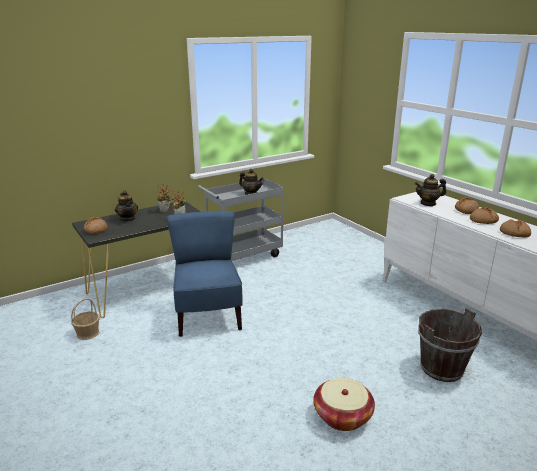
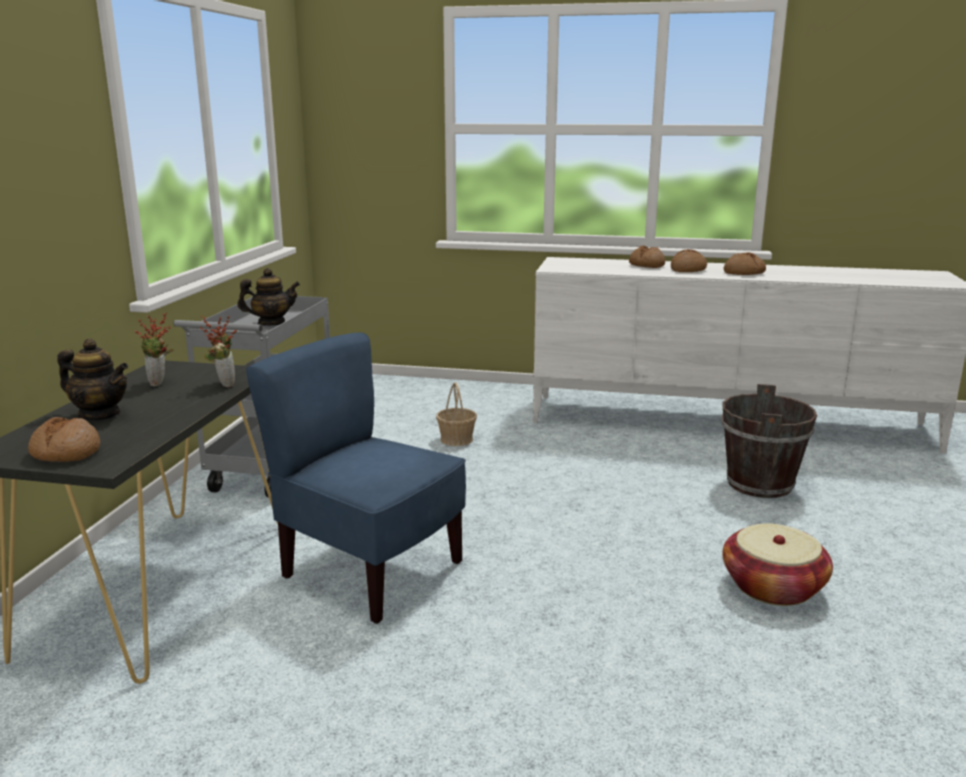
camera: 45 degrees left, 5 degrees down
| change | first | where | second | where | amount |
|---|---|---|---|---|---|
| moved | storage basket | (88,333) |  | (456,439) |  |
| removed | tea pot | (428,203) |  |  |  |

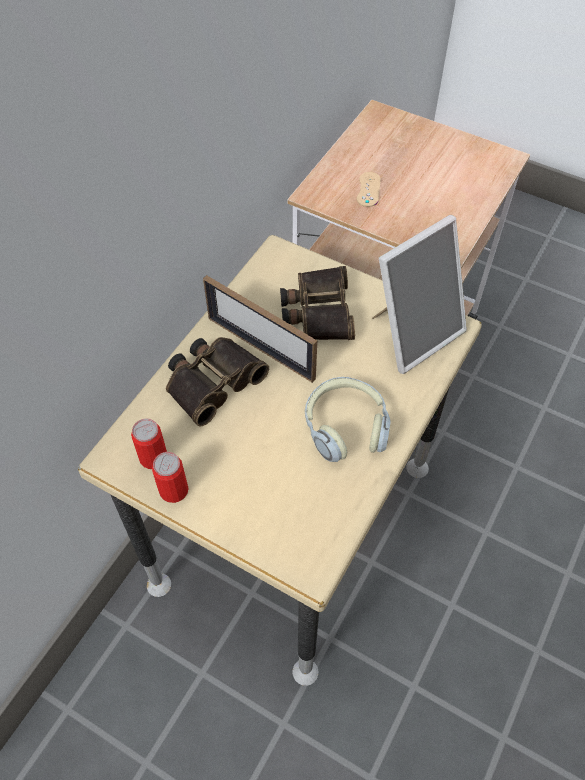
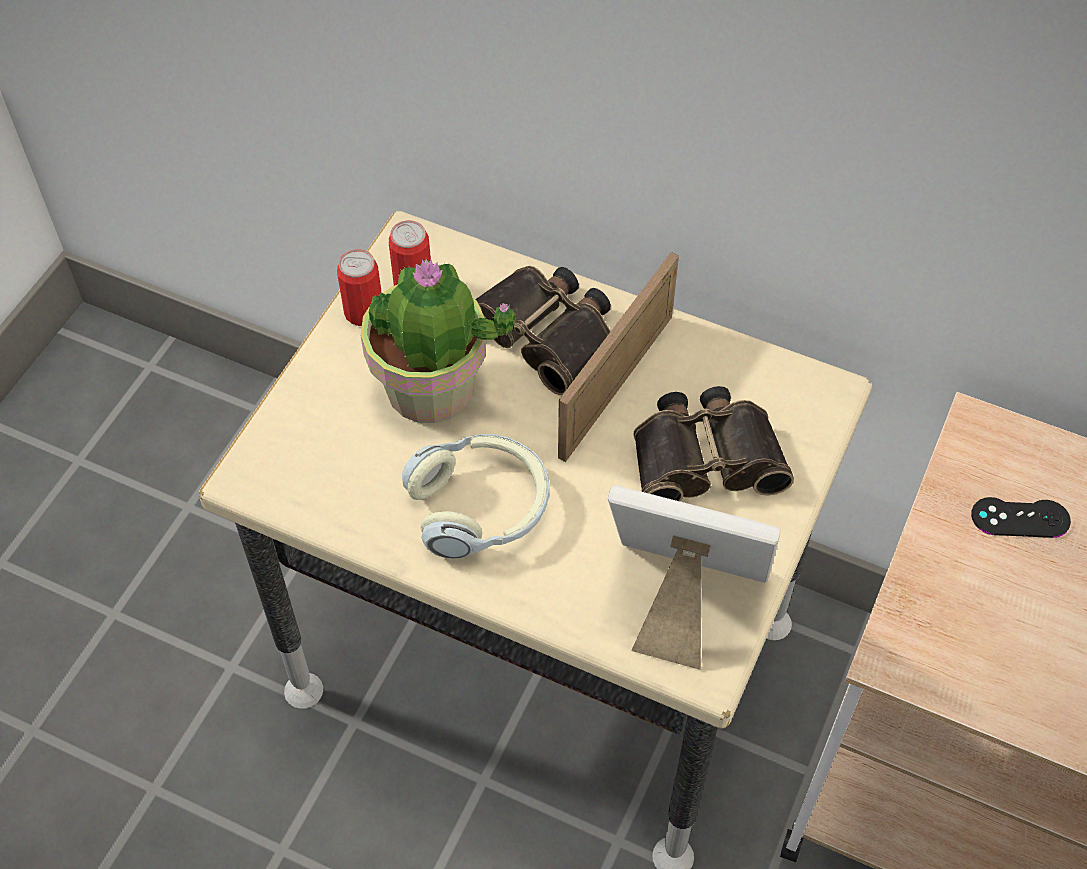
camera: 85 degrees right, 0 degrees up
| change | first | where | second | where | amount |
|---|---|---|---|---|---|
| recoloured | gamepad (sand-coloured) | (368,189) | gamepad (black-coloured) | (1020,518) |  |
| turned | photo frame | (413,332) |  | (681,600) | 150 degrees clockwise |
| added |  |  | plant in a pot | (431,389) |  |

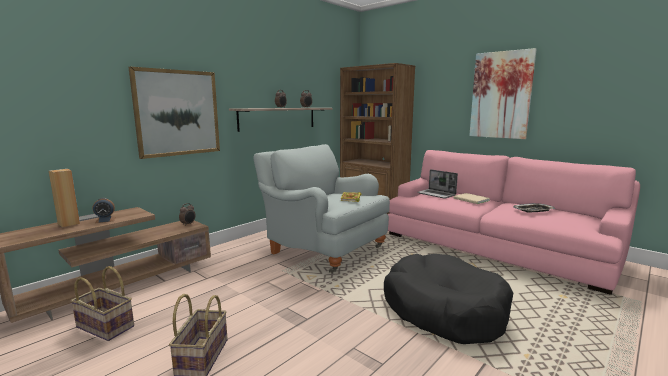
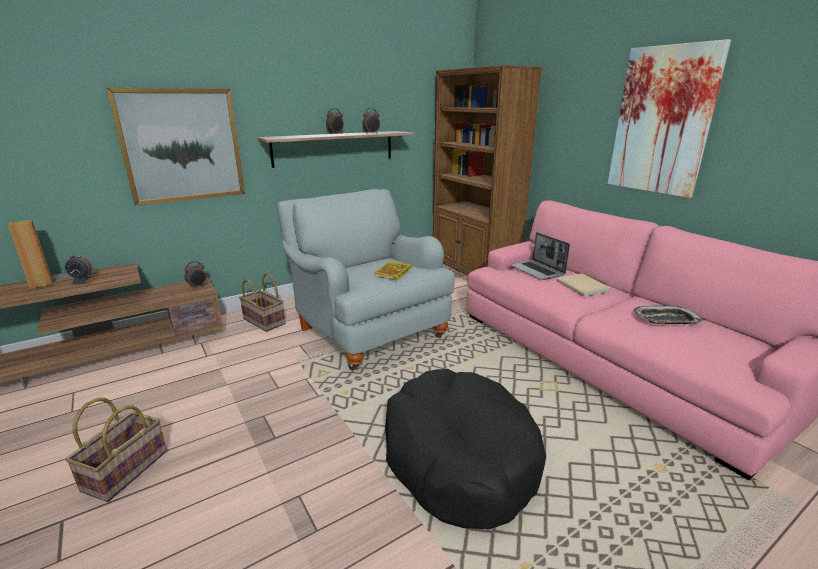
camera: 15 degrees right, 10 degrees up
| change | first | where | second | where | amount |
|---|---|---|---|---|---|
| moved | storage basket | (106,326) |  | (265,321) |  |

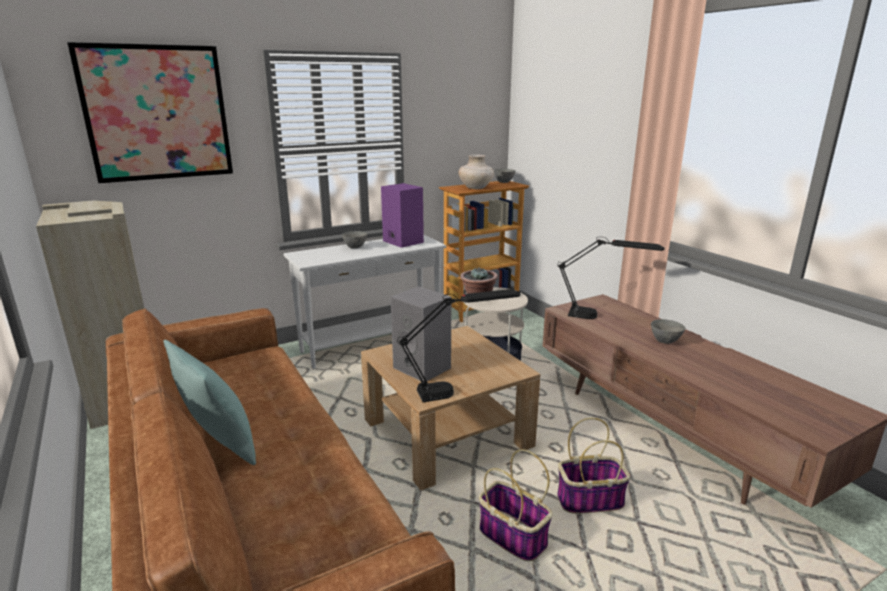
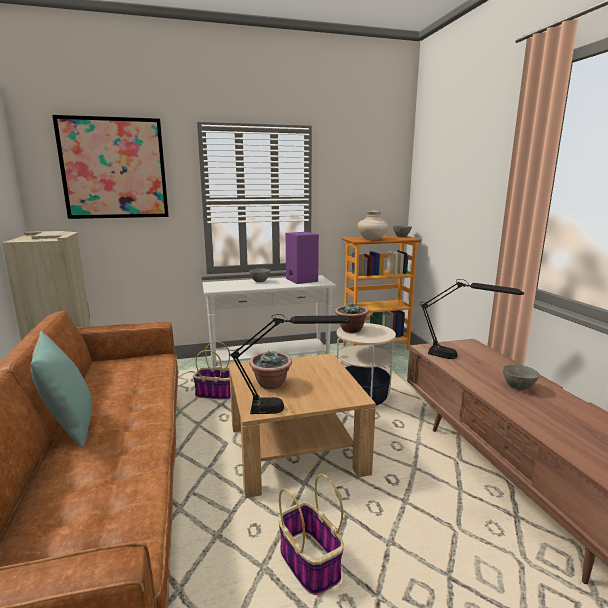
camera: 15 degrees right, 5 degrees down
| change | first | where | second | where | amount |
|---|---|---|---|---|---|
| replaced | speaker (gray) | (423,368) | plant in a pot | (271,384) |  |
| moved | storage basket | (590,500) |  | (216,394) |  |

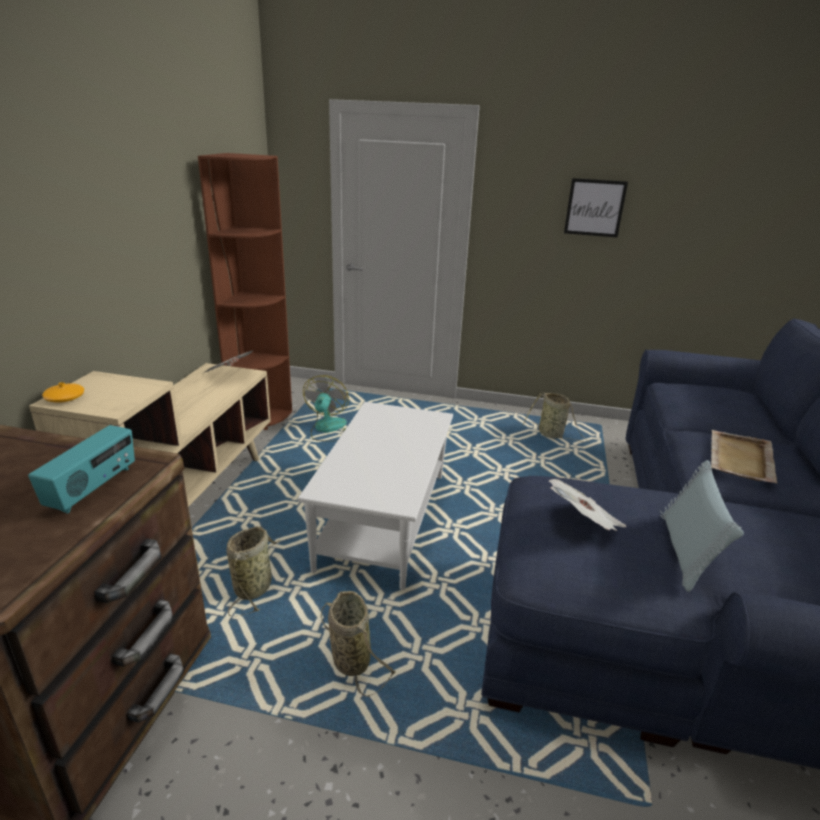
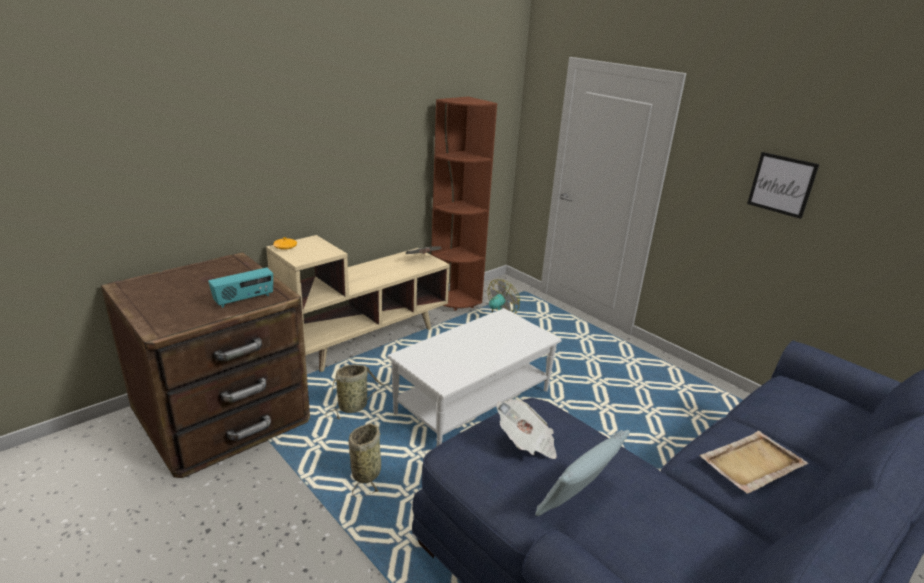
camera: 35 degrees right, 0 degrees up
| change | first | where | second | where | amount |
|---|---|---|---|---|---|
| removed | storage basket | (552,435) |  |  |  |

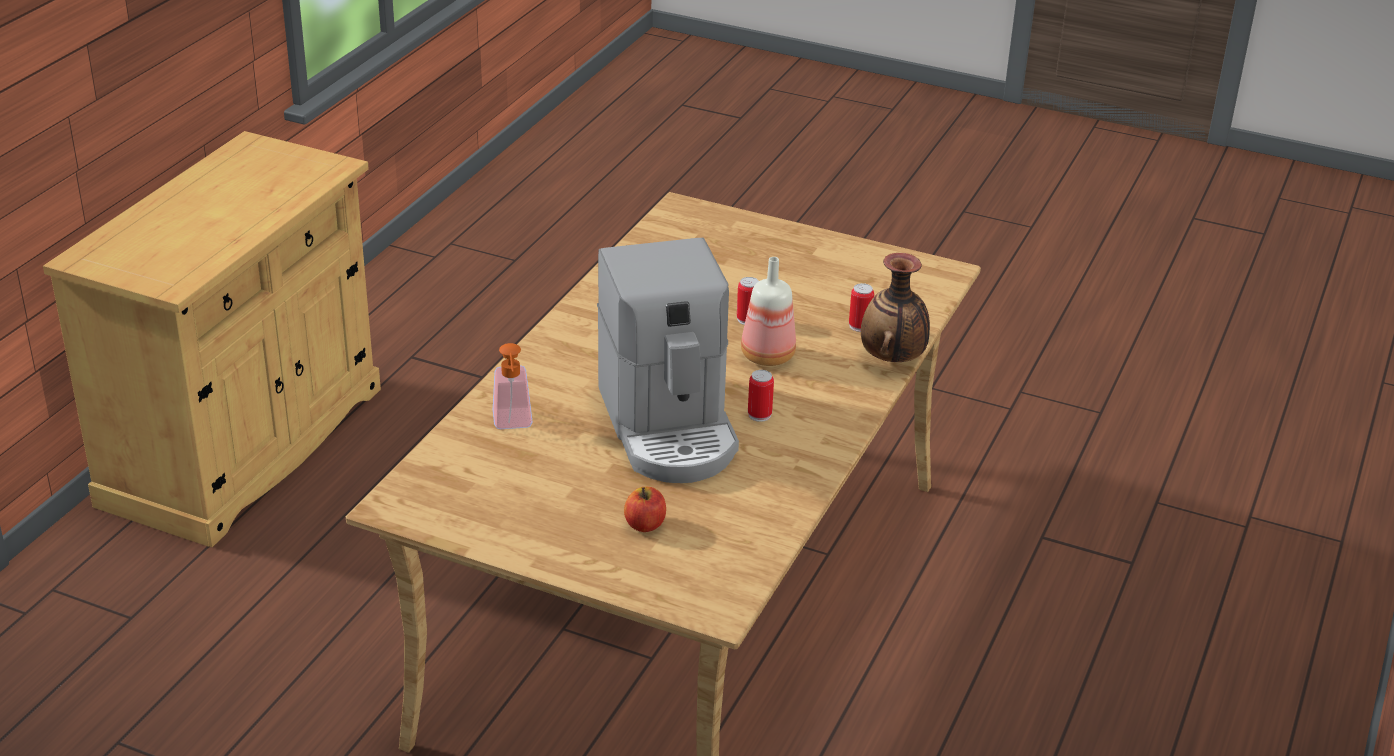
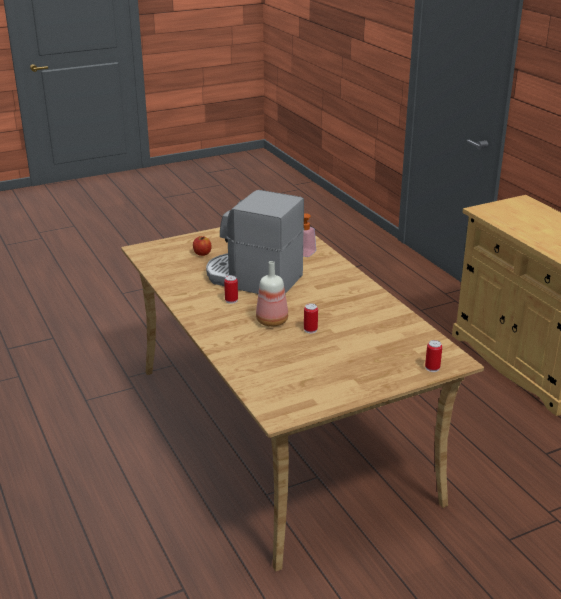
camera: 130 degrees right, 5 degrees down
| change | first | where | second | where | amount |
|---|---|---|---|---|---|
| moved | sealed can | (859,326) |  | (432,368) |  |
| removed | vase | (893,359) |  |  |  |

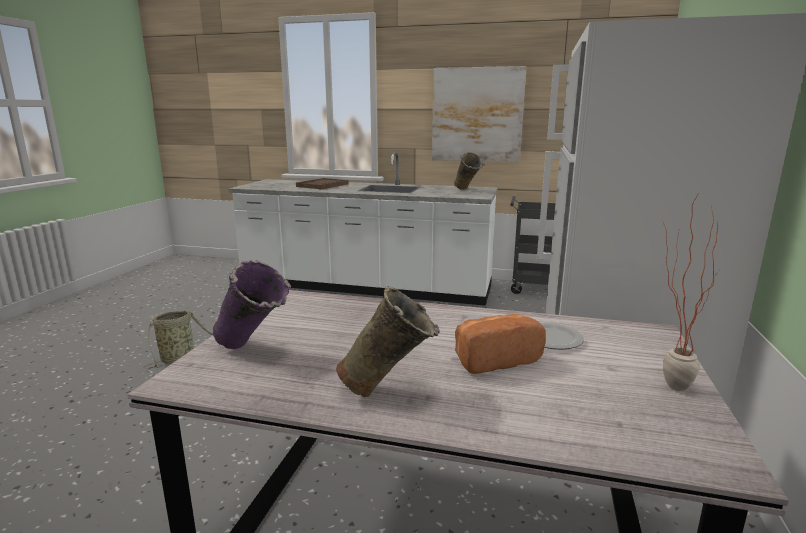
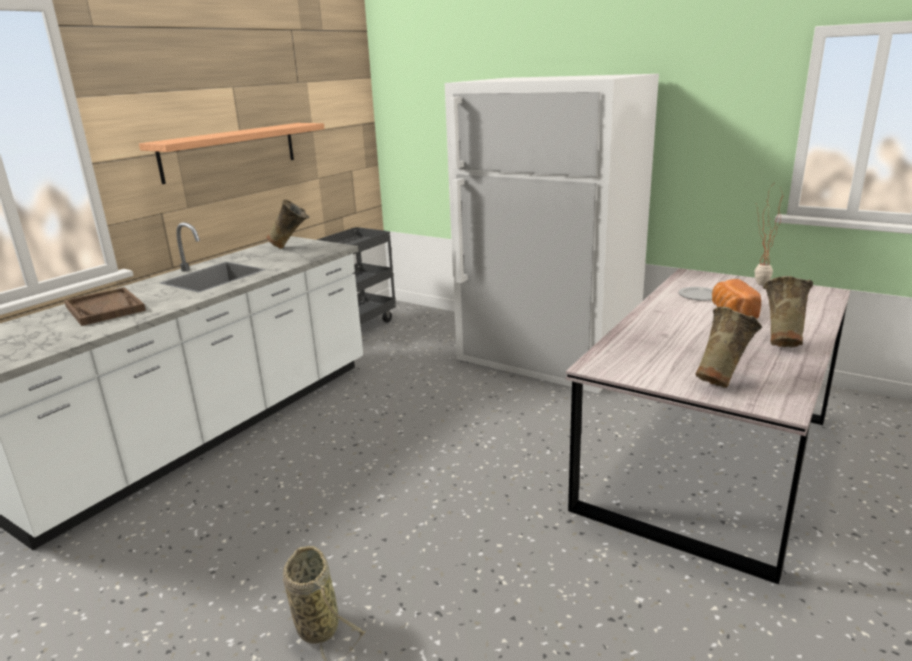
camera: 70 degrees left, 5 degrees up
| change | first | where | second | where | amount |
|---|---|---|---|---|---|
| recoloured | vase (purple) | (254,350) | vase (sand-coloured) | (722,380) |  |
| replaced | wall picture | (477,115) | wall shelf | (230,151) |  |

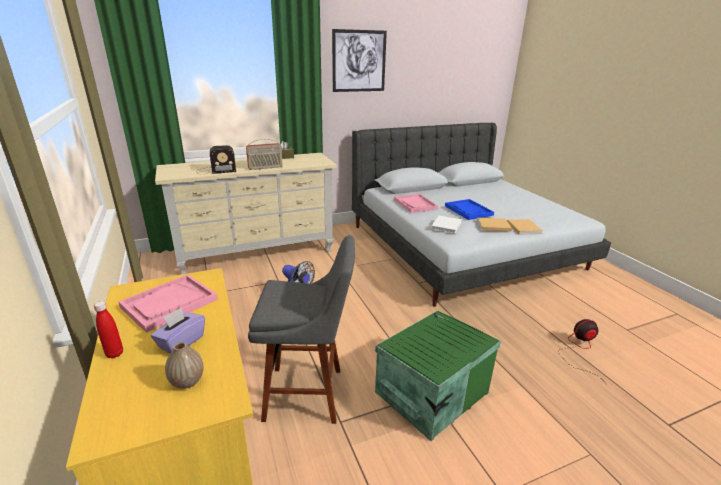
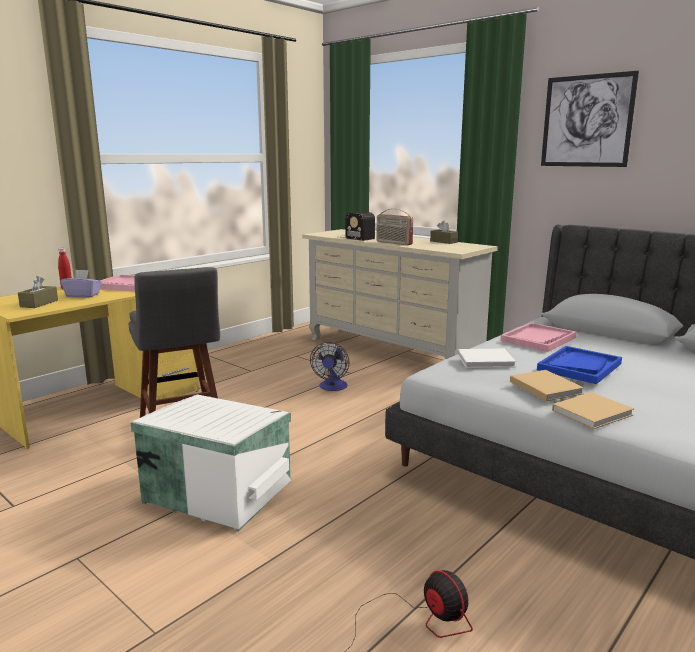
camera: 65 degrees right, 10 degrees down
| change | first | where | second | where | amount |
|---|---|---|---|---|---|
| replaced | vase | (187,382) | tissue holder (brown) | (39,303) |  |
| recoloured | storage box (greenish) | (429,392) | storage box (white-coloured) | (218,490) |  |

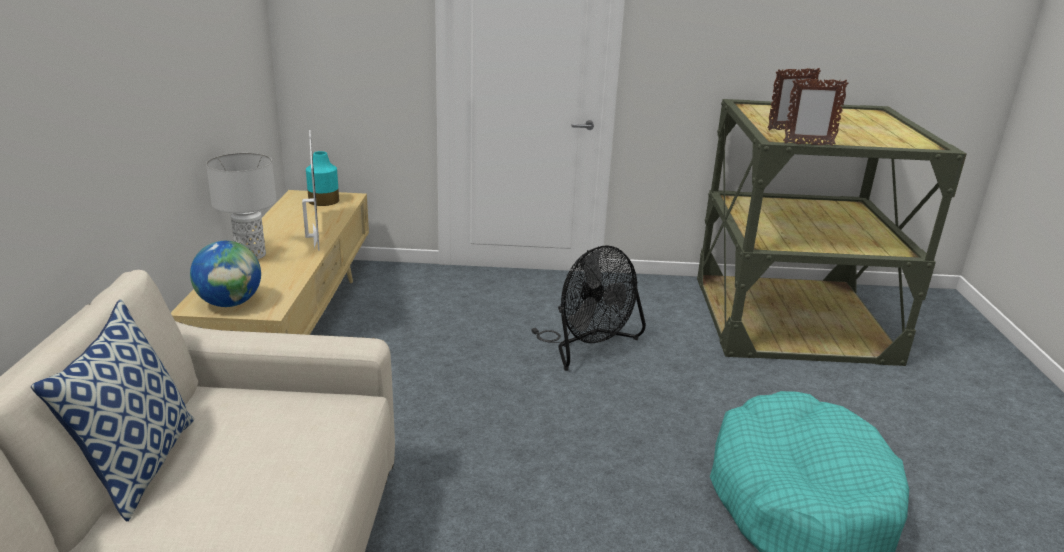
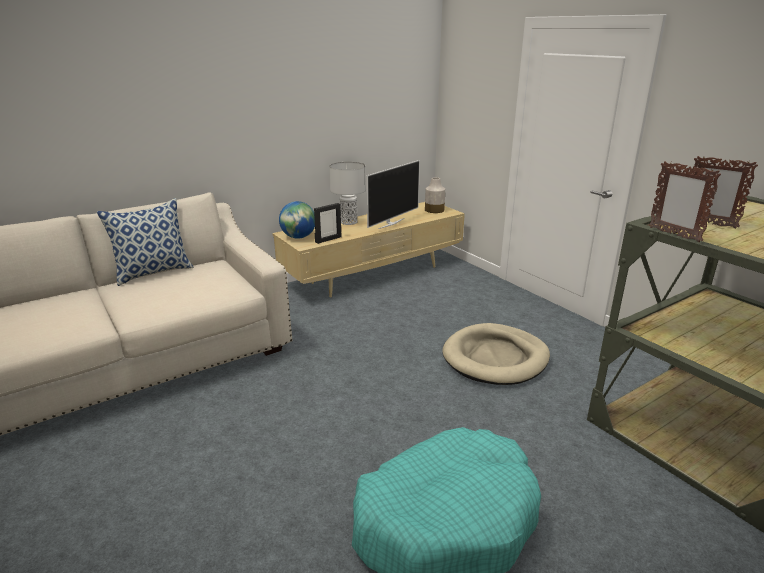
camera: 55 degrees right, 0 degrees up
| change | first | where | second | where | amount |
|---|---|---|---|---|---|
| recoloured | vase (turquoise-coloured) | (323,200) | vase (sand-coloured) | (434,210) |  |
| replaced | fan (black-coloured) | (585,346) | dog cushion (sand-coloured) | (495,358) |  |
| added |  |  | photo frame | (328,239) |  |

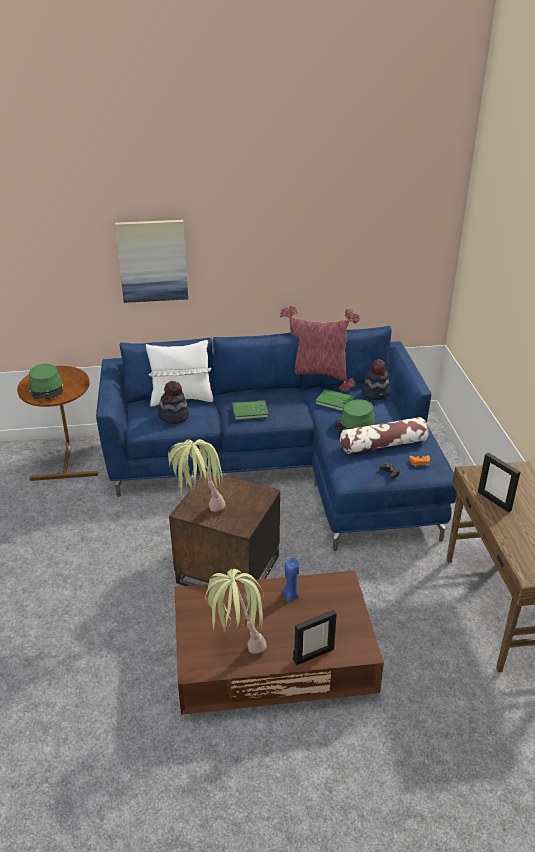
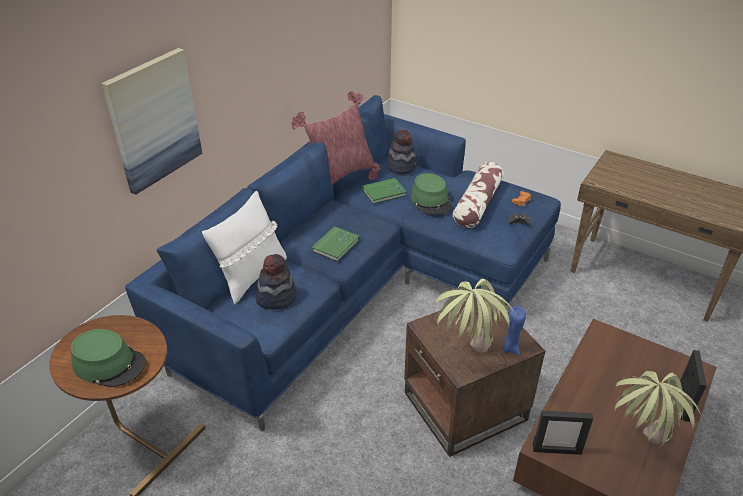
camera: 50 degrees left, 5 degrees up
| change | first | where | second | where | amount |
|---|---|---|---|---|---|
| moved | candle (blue-coloured) | (290,595) |  | (510,348) |  |
| moved | photo frame | (494,500) |  | (556,449) |  |

